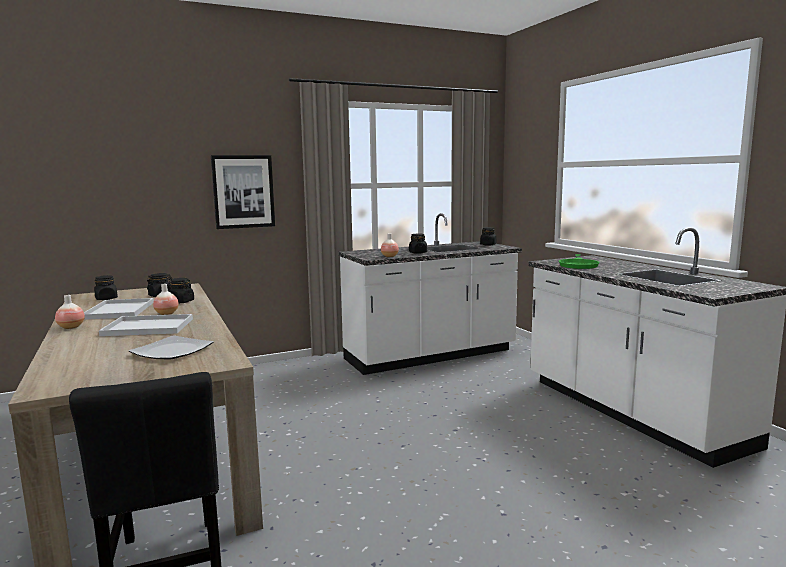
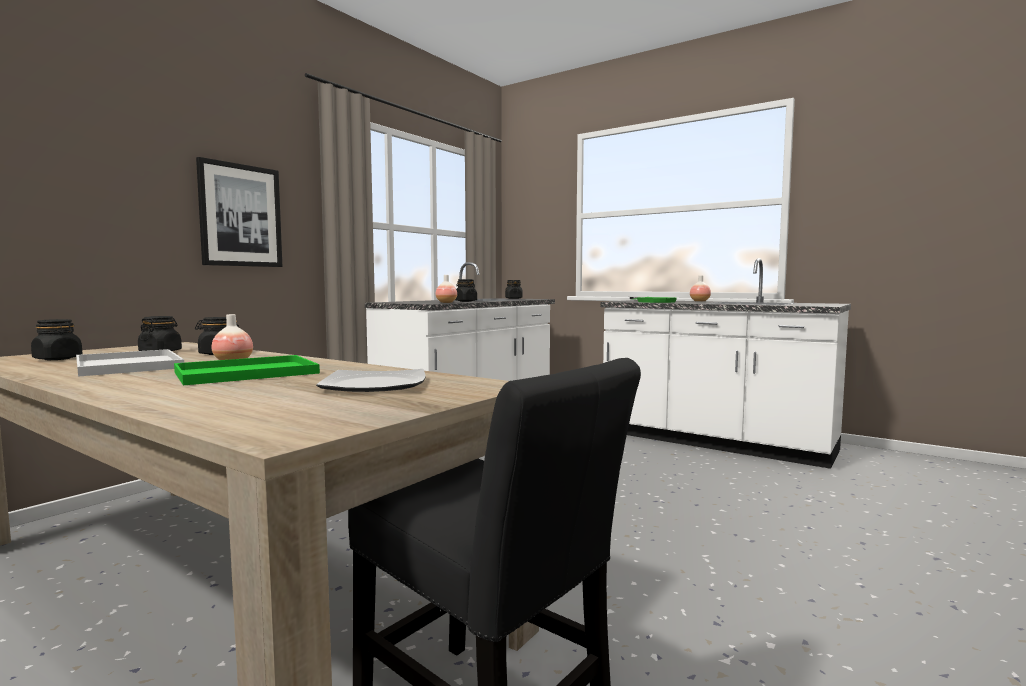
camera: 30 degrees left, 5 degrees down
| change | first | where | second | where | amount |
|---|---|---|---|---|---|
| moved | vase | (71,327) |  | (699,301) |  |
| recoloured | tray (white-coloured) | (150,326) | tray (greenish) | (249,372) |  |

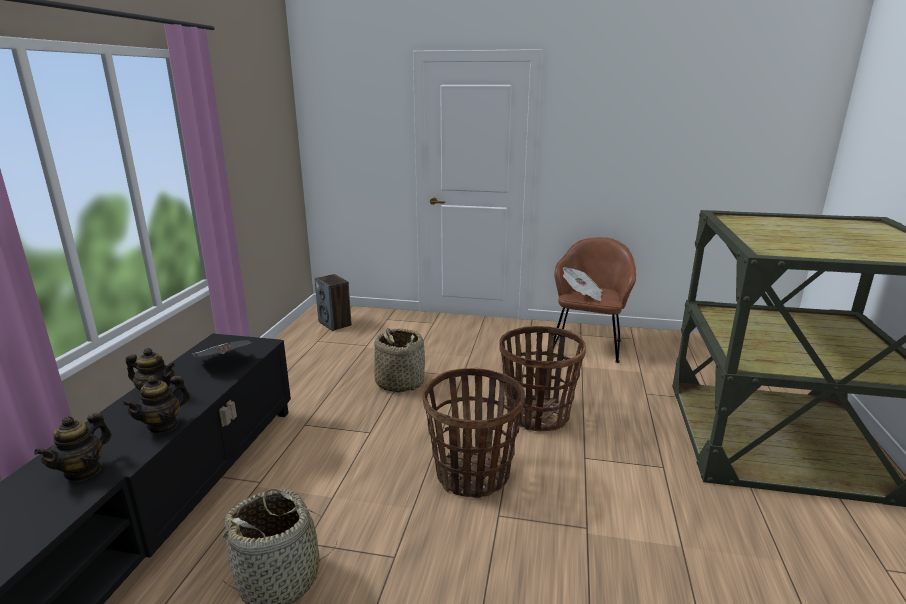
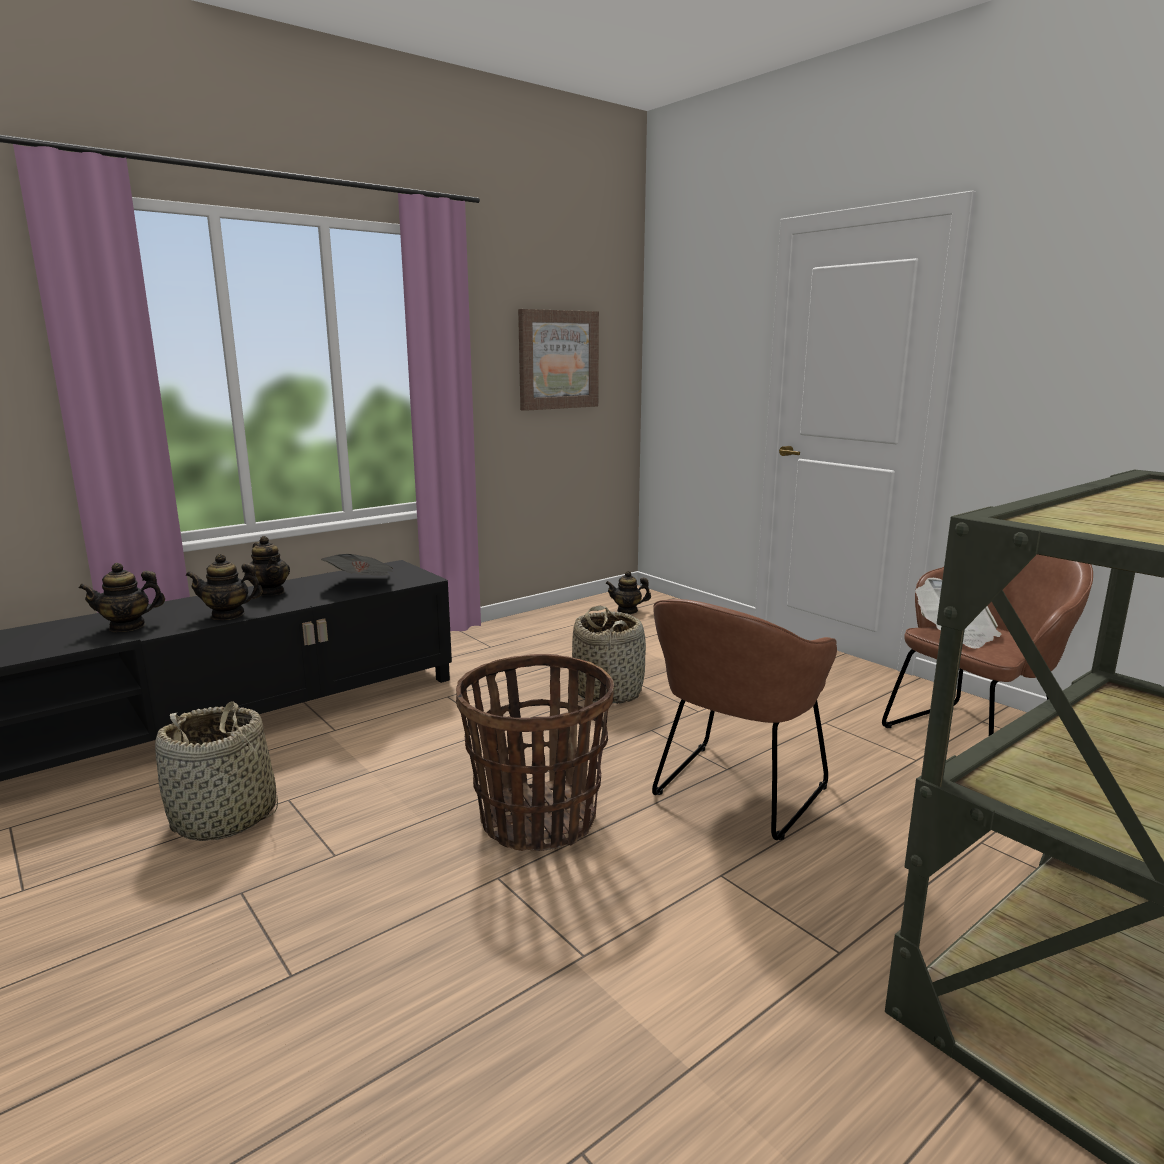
camera: 40 degrees right, 5 degrees down
| change | first | where | second | where | amount |
|---|---|---|---|---|---|
| replaced | speaker | (335,324) | tea pot | (627,611) |  |
| replaced | storage basket | (537,415) | lounge chair (brown) | (732,794) |  |
| added |  |  | wall picture | (558,360) |  |

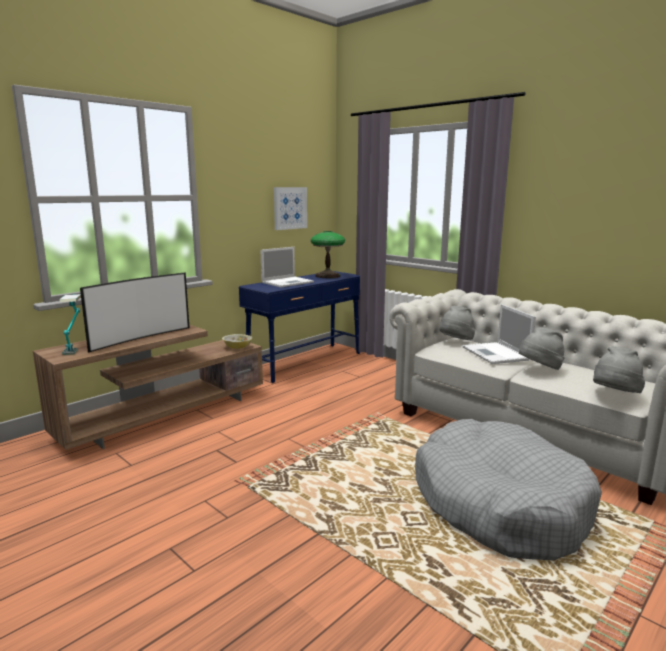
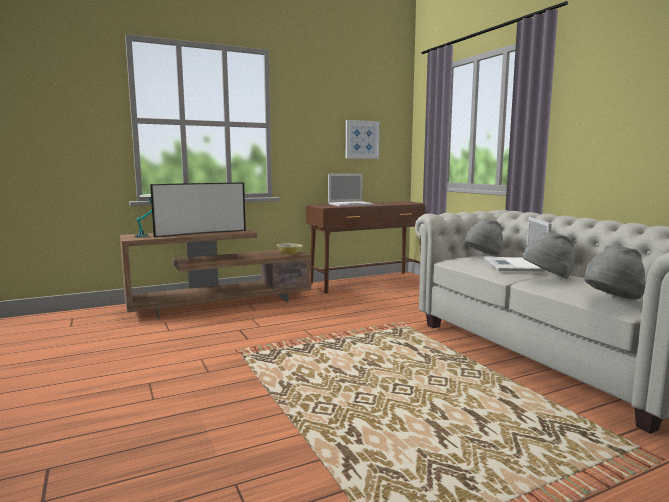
camera: 20 degrees right, 5 degrees down
| change | first | where | second | where | amount |
|---|---|---|---|---|---|
| recoloured | narrow table (blue-coloured) | (306,362) | narrow table (brown) | (368,282) |  |
| removed | lamp for a table | (327,276) |  |  |  |
| removed | dog cushion (gray) | (498,504) |  |  |  |

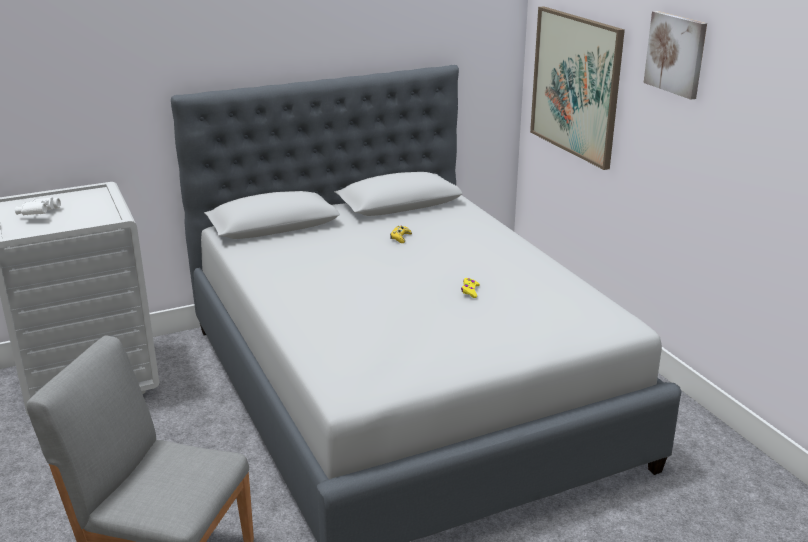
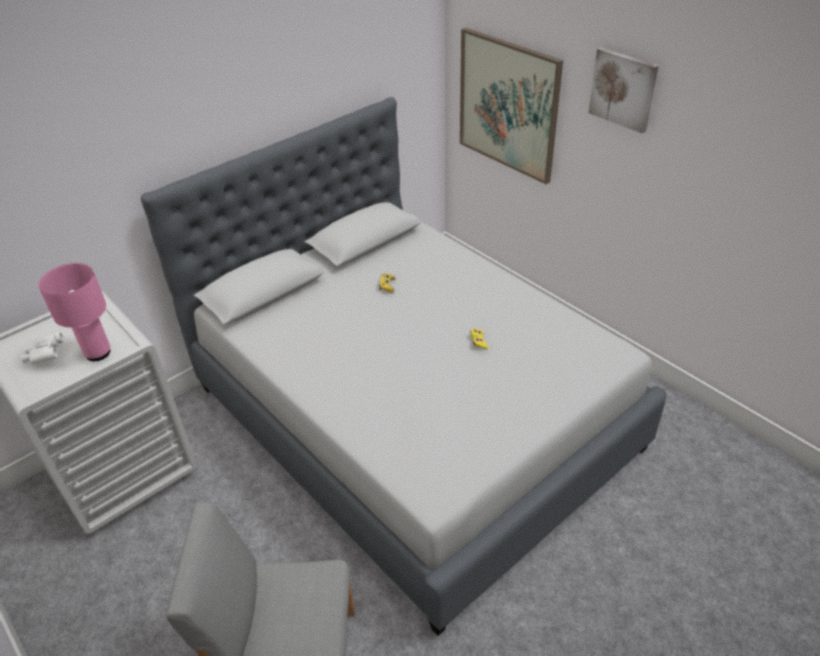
camera: 15 degrees left, 15 degrees up
| change | first | where | second | where | amount |
|---|---|---|---|---|---|
| added |  |  | lamp for a table (pink-coloured) | (97,353) |  |

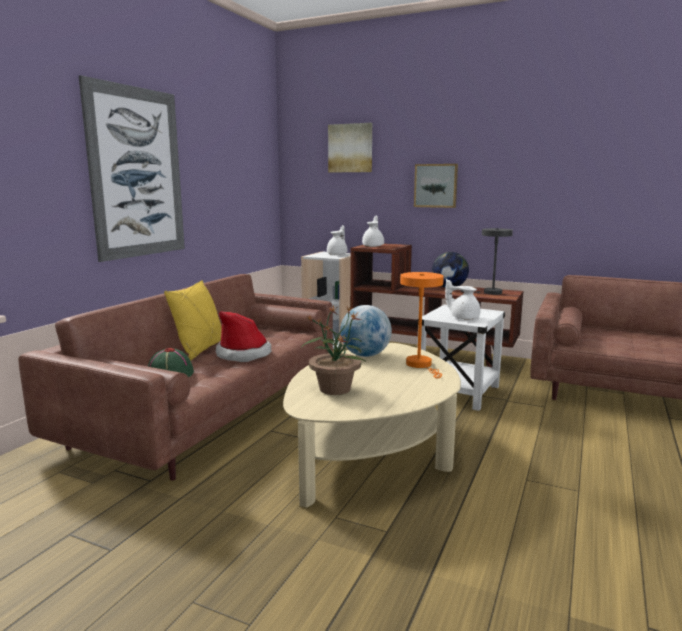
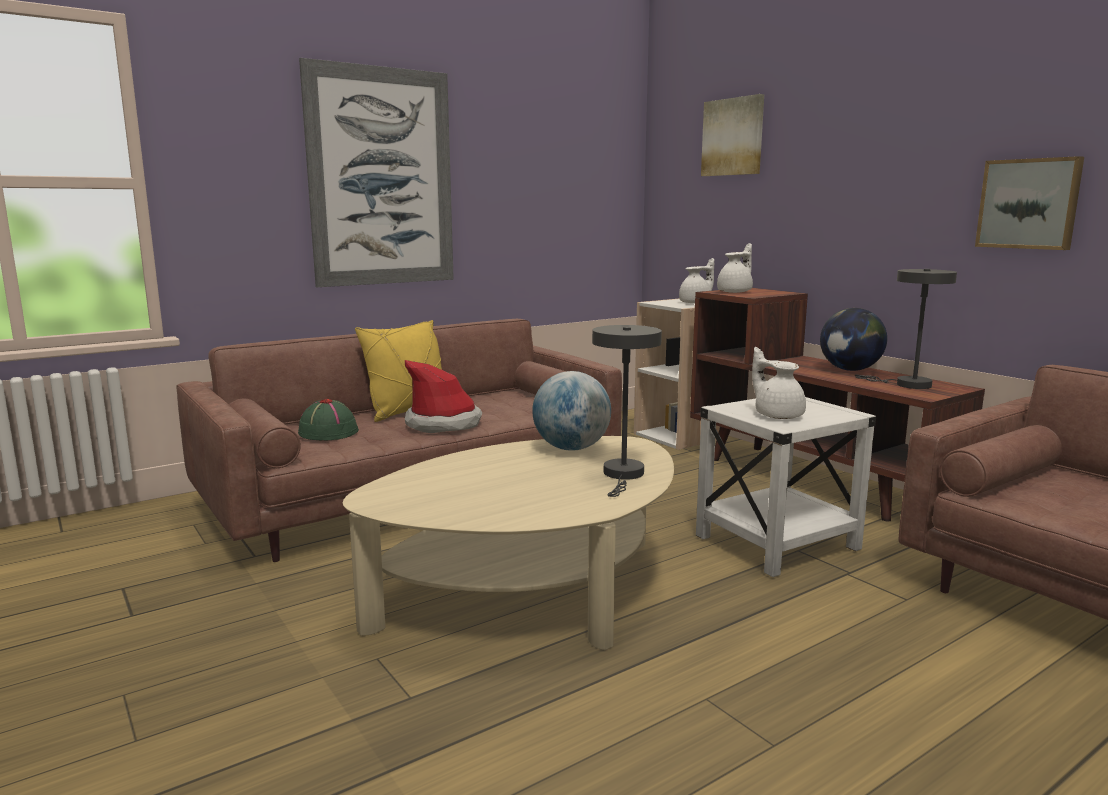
camera: 30 degrees right, 0 degrees up
| change | first | where | second | where | amount |
|---|---|---|---|---|---|
| removed | plant in a pot | (334,388) |  |  |  |
| recoloured | lamp for a table (orange) | (421,365) | lamp for a table (gray) | (623,475) |  |
| moved | wall picture | (436,185) |  | (1029,204) |  |

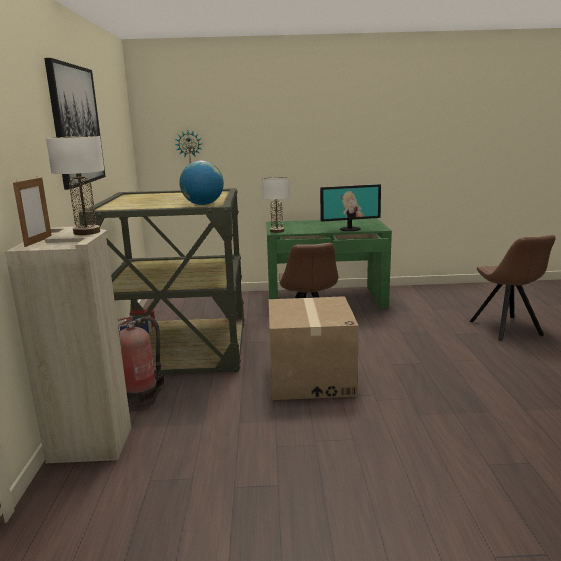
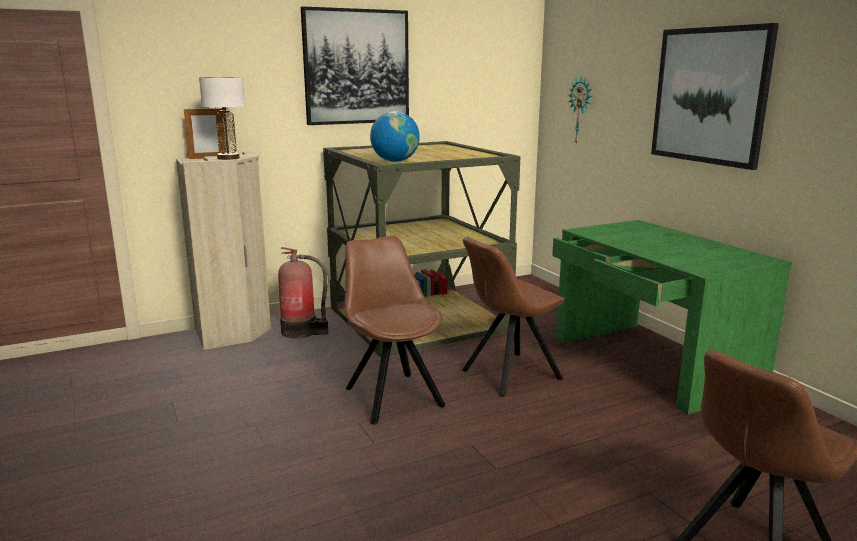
camera: 65 degrees right, 0 degrees up
| change | first | where | second | where | amount |
|---|---|---|---|---|---|
| removed | lamp for a table | (277,231) |  |  |  |
| replaced | cardboard box | (310,377) | plain chair (brown) | (392,397) |  |
| removed | computer screen | (350,229) |  |  |  |
| added |  |  | wall picture | (710,95) |  |

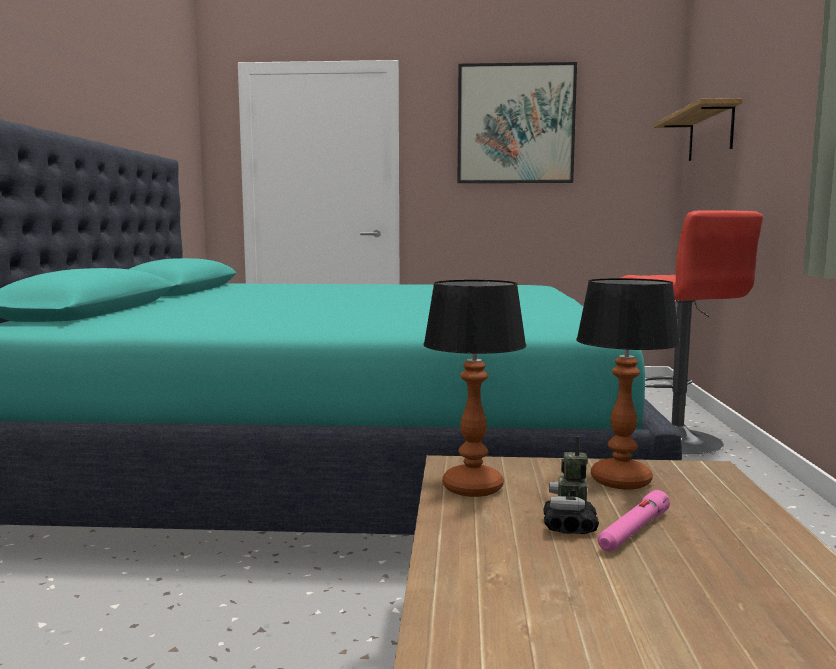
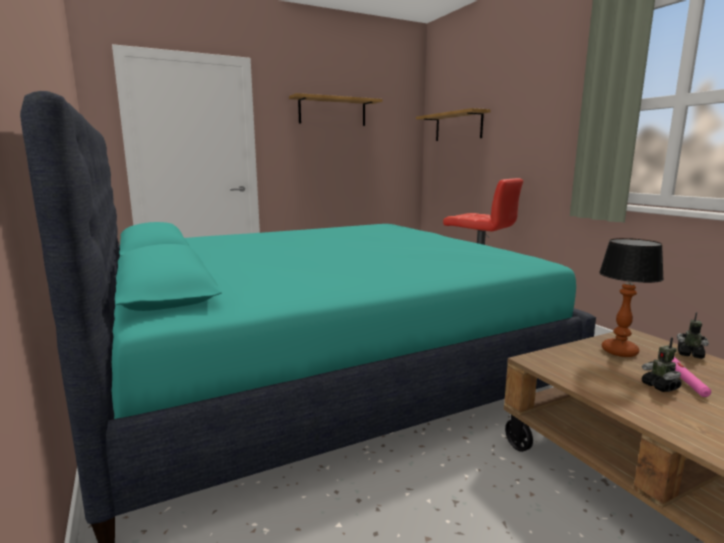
camera: 30 degrees left, 5 degrees up
| change | first | where | second | where | amount |
|---|---|---|---|---|---|
| removed | lamp for a table | (474,487) |  |  |  |
| replaced | wall picture | (515,124) | wall shelf | (332,111) |  |
| added |  |  | robot figure | (690,354) |  |

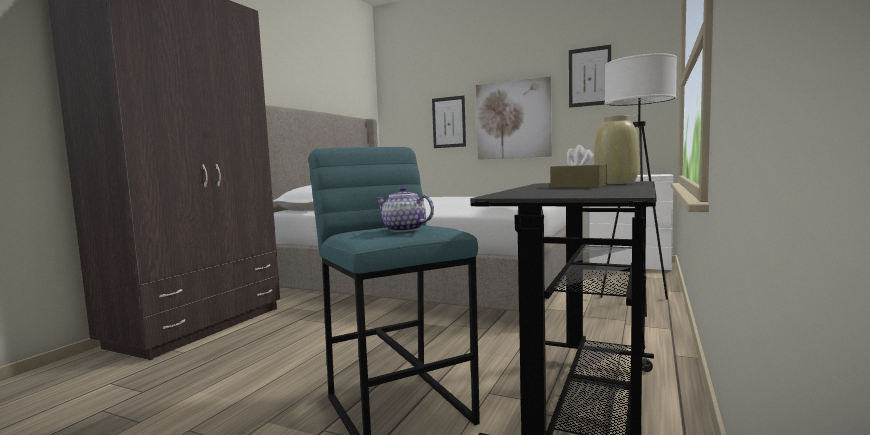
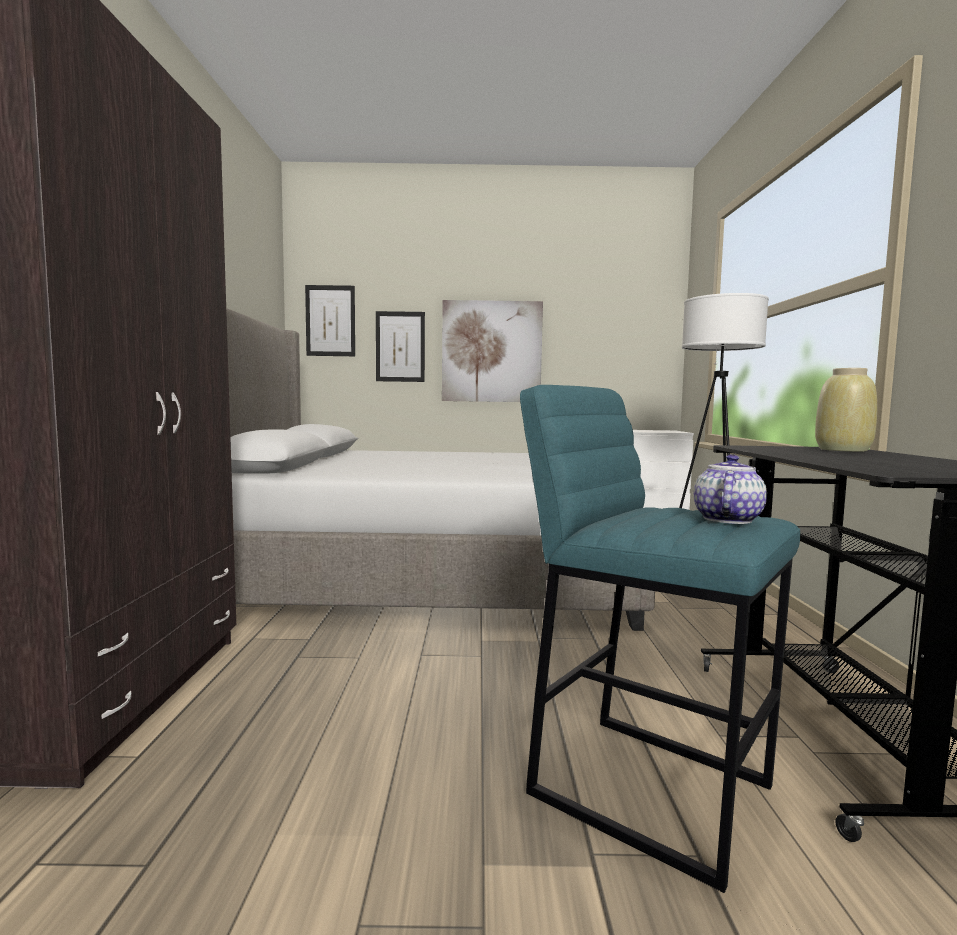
camera: 25 degrees left, 0 degrees up
| change | first | where | second | where | amount |
|---|---|---|---|---|---|
| turned | tea pot | (403,229) |  | (726,519) | 105 degrees clockwise |
| removed | tissue holder (brown) | (578,186) |  |  |  |
| moved | wall picture | (589,76) |  | (330,321) |  |

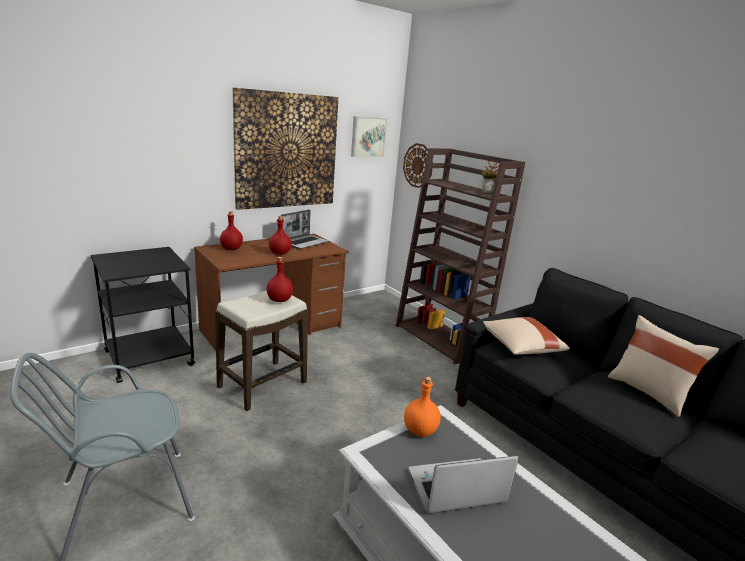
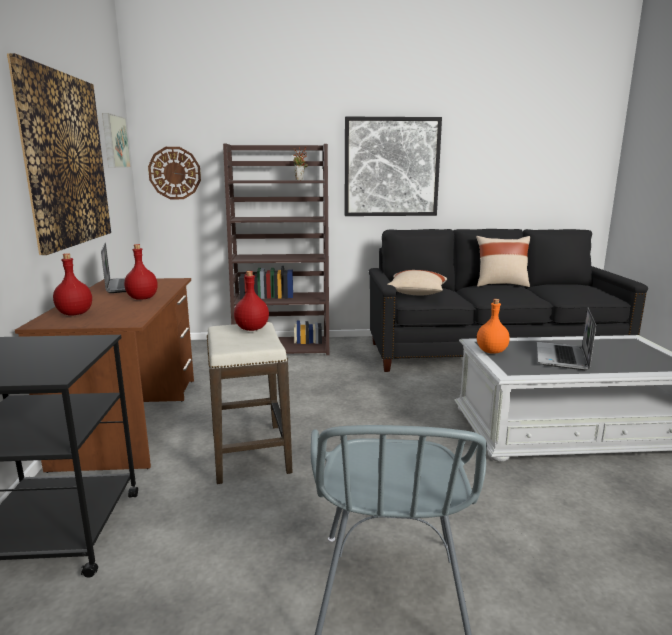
camera: 55 degrees left, 5 degrees down
| change | first | where | second | where | amount |
|---|---|---|---|---|---|
| added |  |  | wall picture | (391,167) |  |

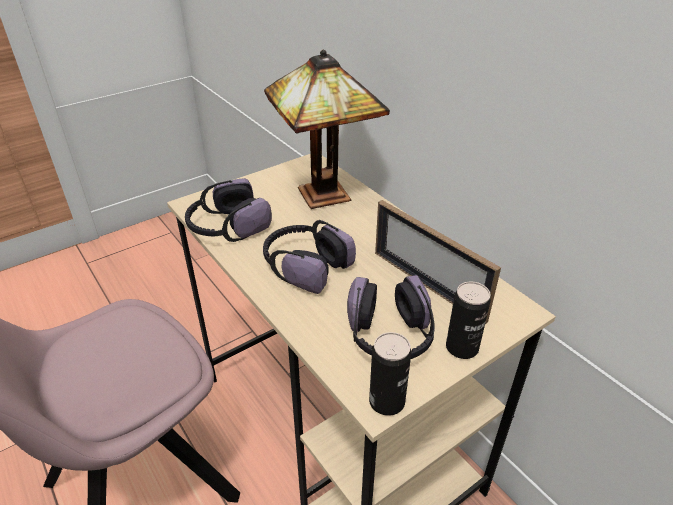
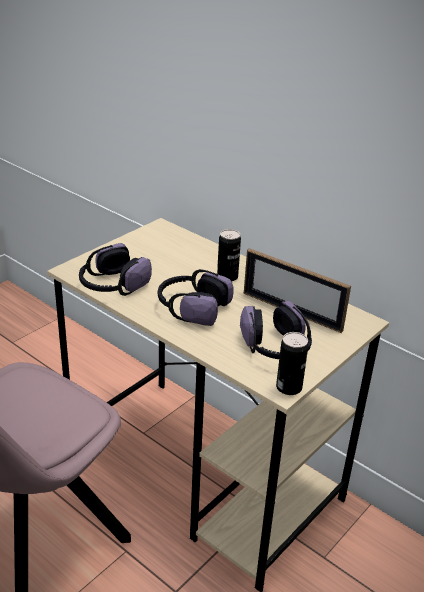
camera: 15 degrees left, 5 degrees down
| change | first | where | second | where | amount |
|---|---|---|---|---|---|
| removed | lamp for a table | (326,192) |  |  |  |
| moved | sealed can | (462,348) |  | (227,277) |  |

